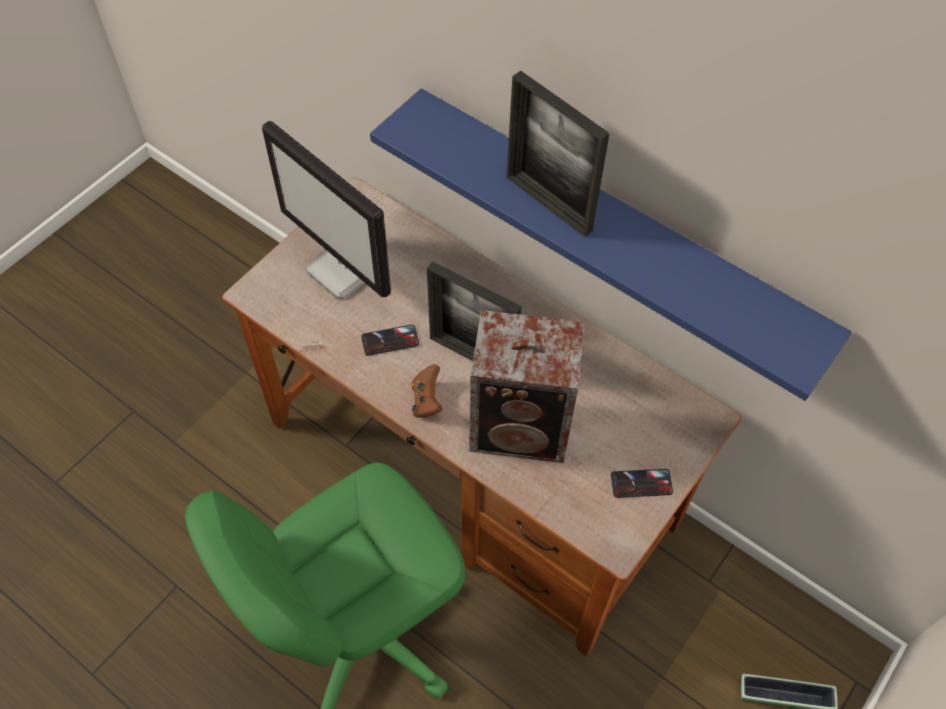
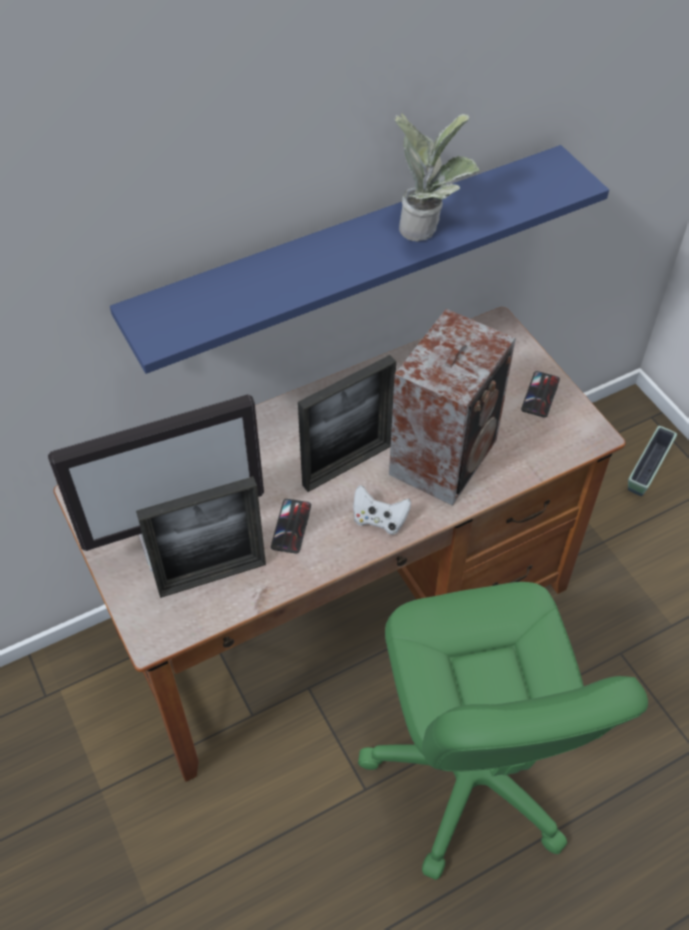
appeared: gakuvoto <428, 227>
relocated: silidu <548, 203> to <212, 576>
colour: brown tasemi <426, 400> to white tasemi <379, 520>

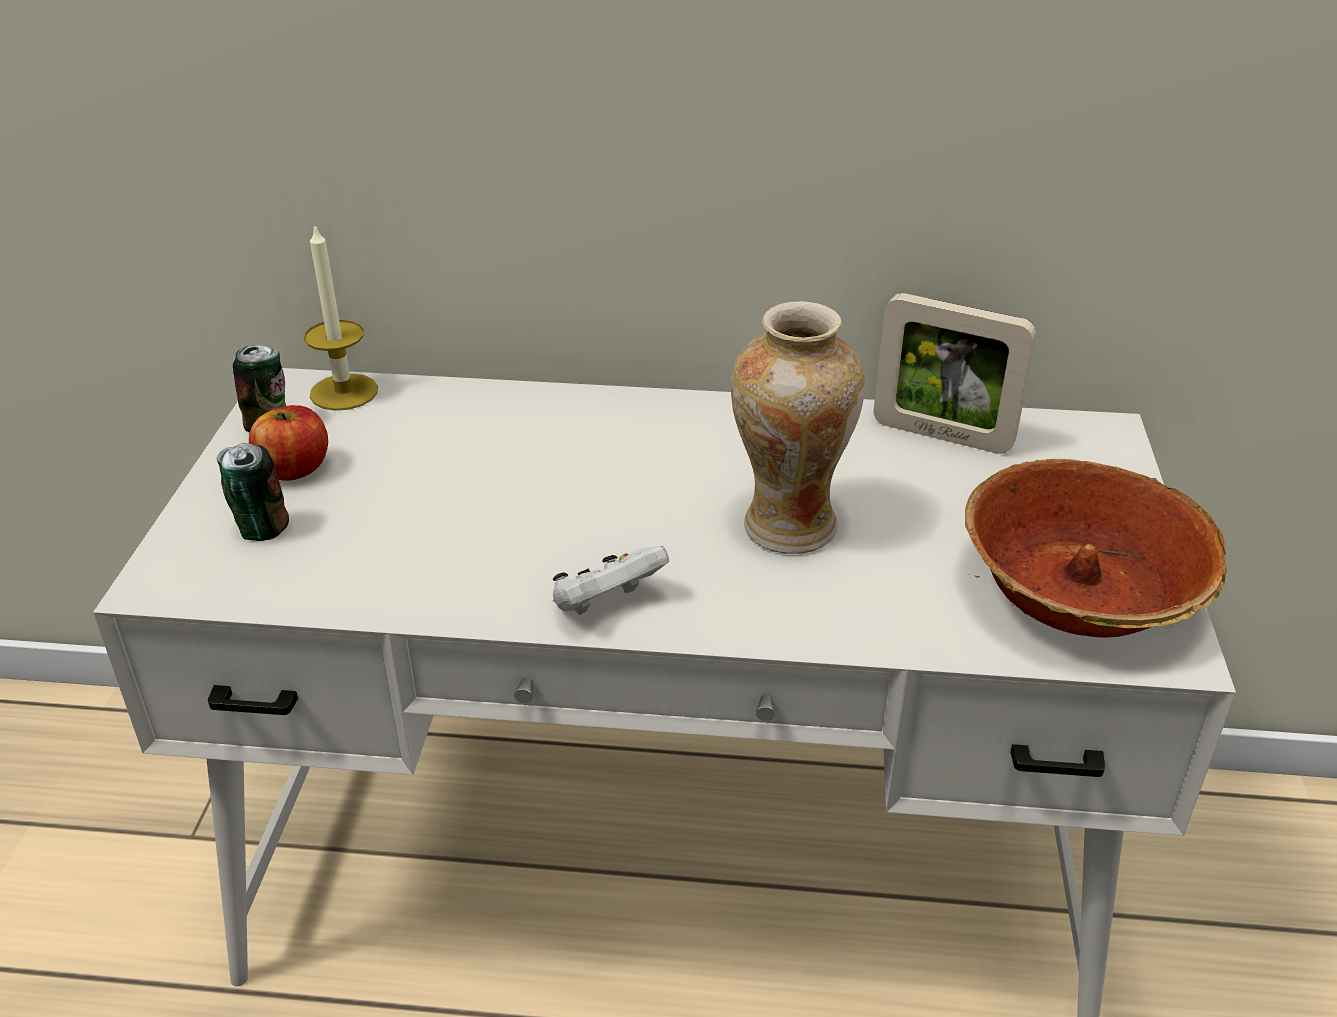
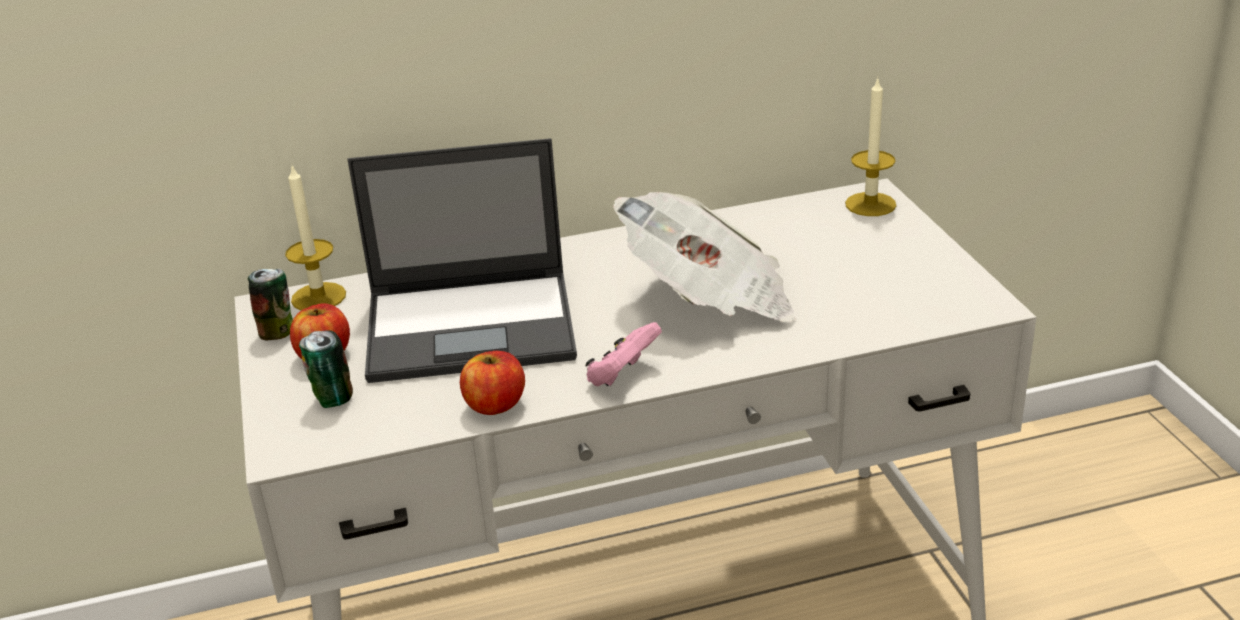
missing: silidu <942, 435>; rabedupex <1078, 592>
appeared: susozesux <870, 204>; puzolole <473, 326>; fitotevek <495, 405>
exchanged: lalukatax <788, 526> to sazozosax <710, 299>
colour: white tasemi <606, 604> to pink tasemi <622, 375>

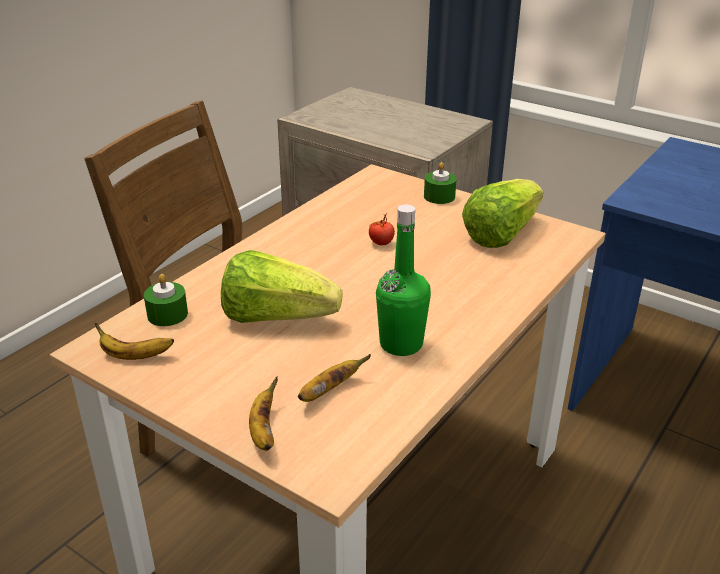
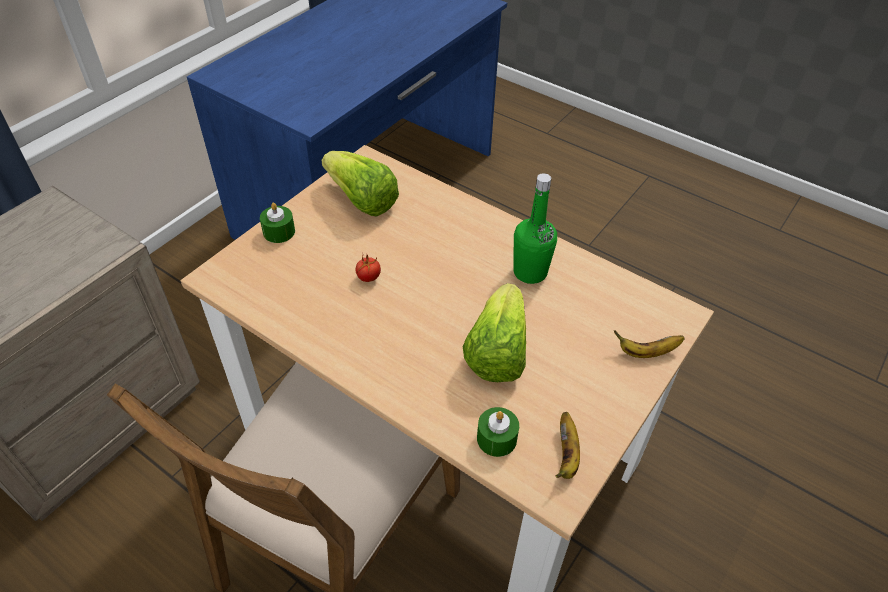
missing: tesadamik <329, 390>

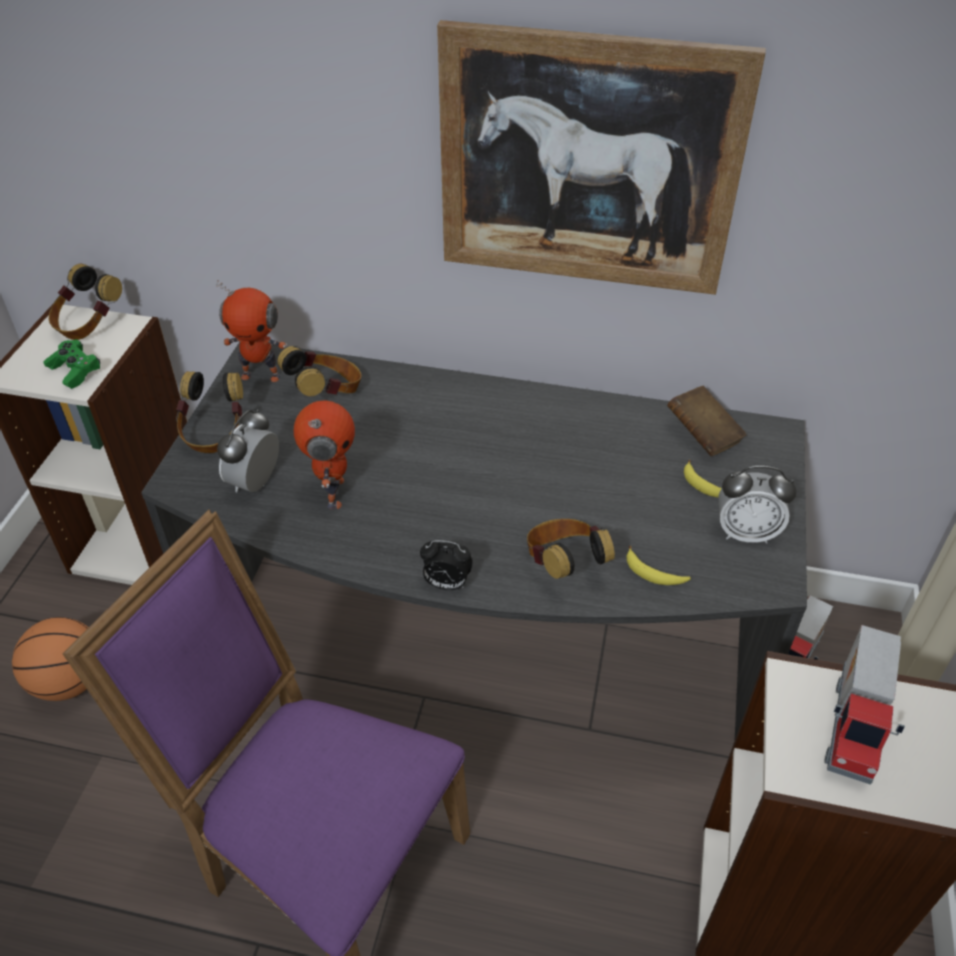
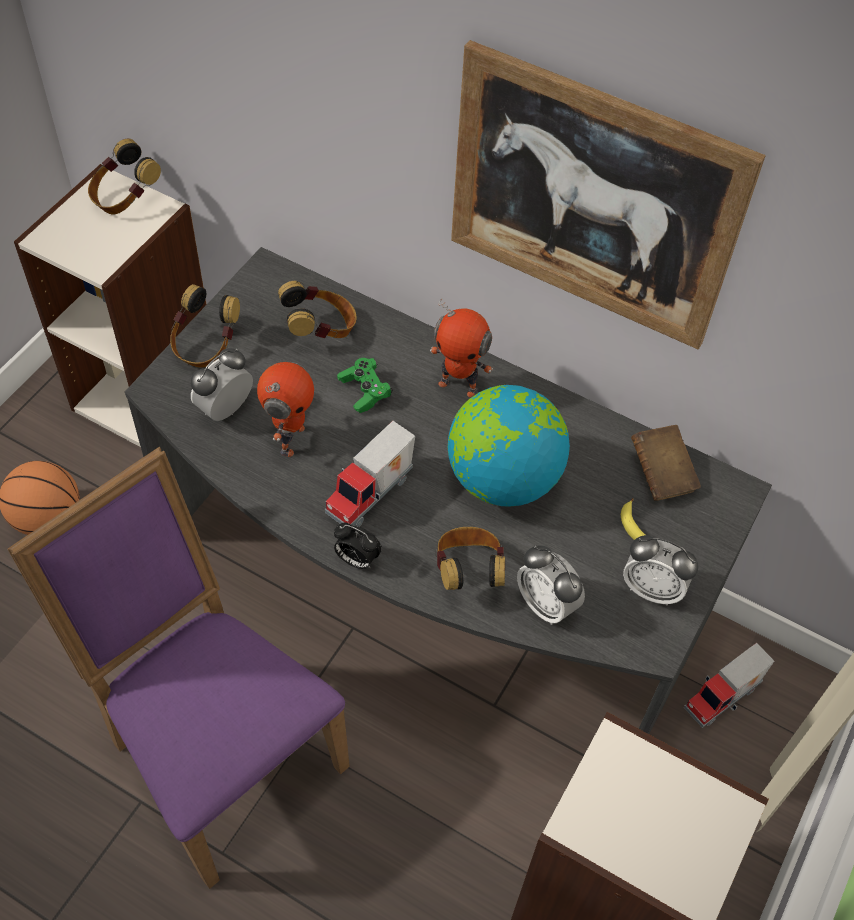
appeared: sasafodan <502, 479>
relocated: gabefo <261, 375> to <459, 385>; green tasemi <75, 371> to <365, 391>; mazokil <856, 728> to <372, 495>
exchanged: tesadamik <653, 573> to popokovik <546, 604>

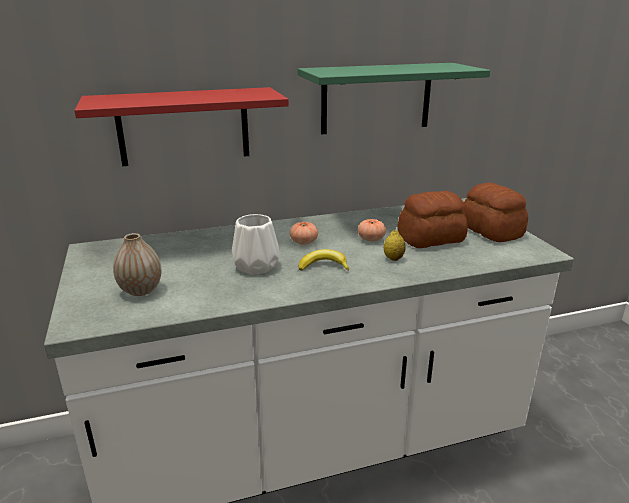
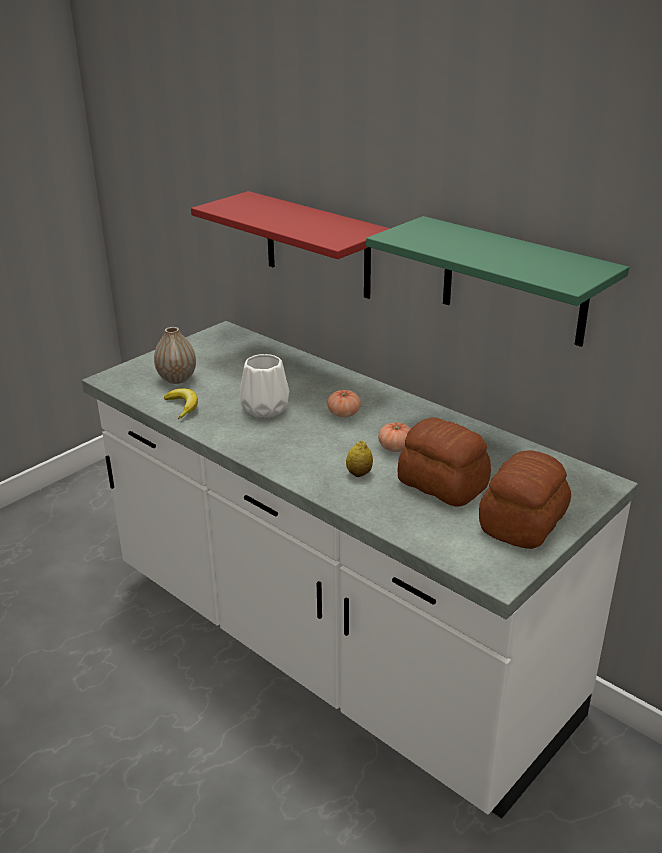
relocated: tesadamik <324, 266> to <183, 407>

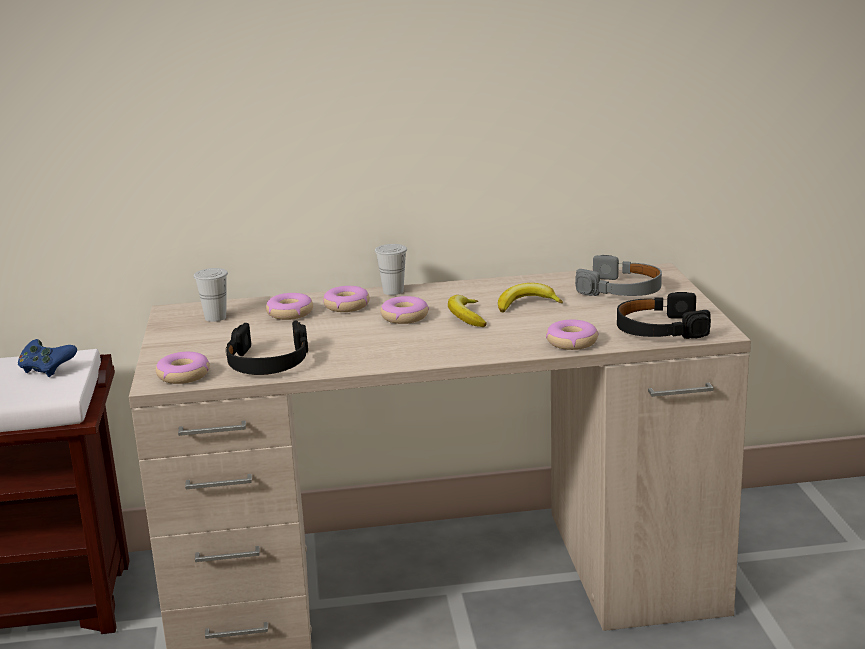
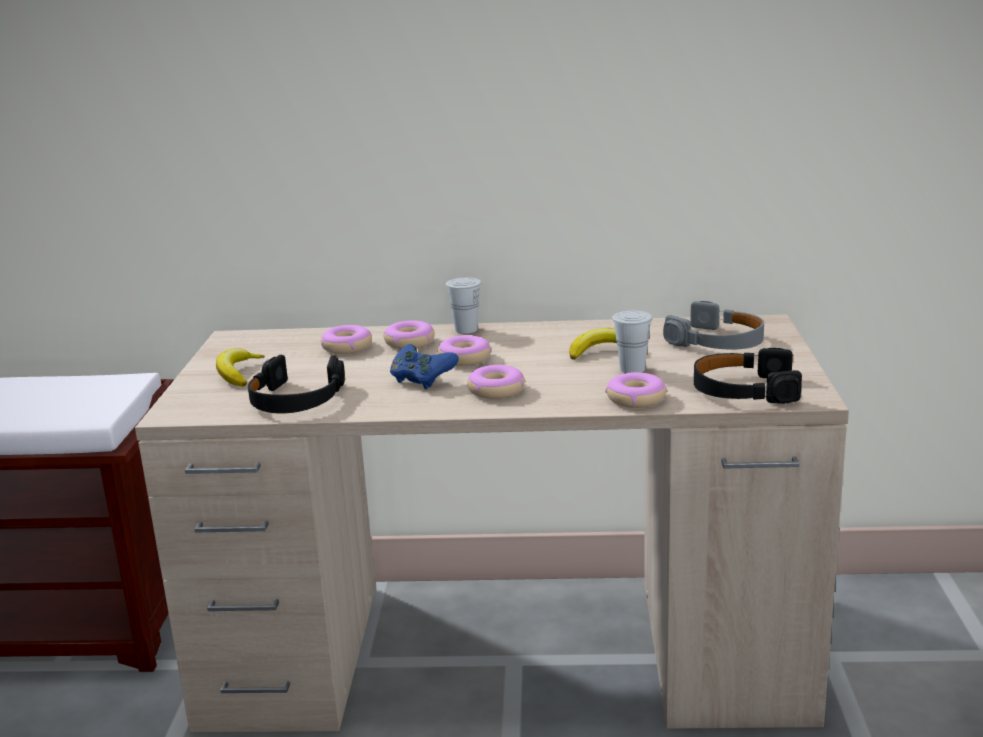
relocated: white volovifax <215, 317> to <632, 369>; tesadamik <466, 317> to <238, 374>; blue tasemi <46, 370> to <422, 380>; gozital <184, 375> to <496, 390>

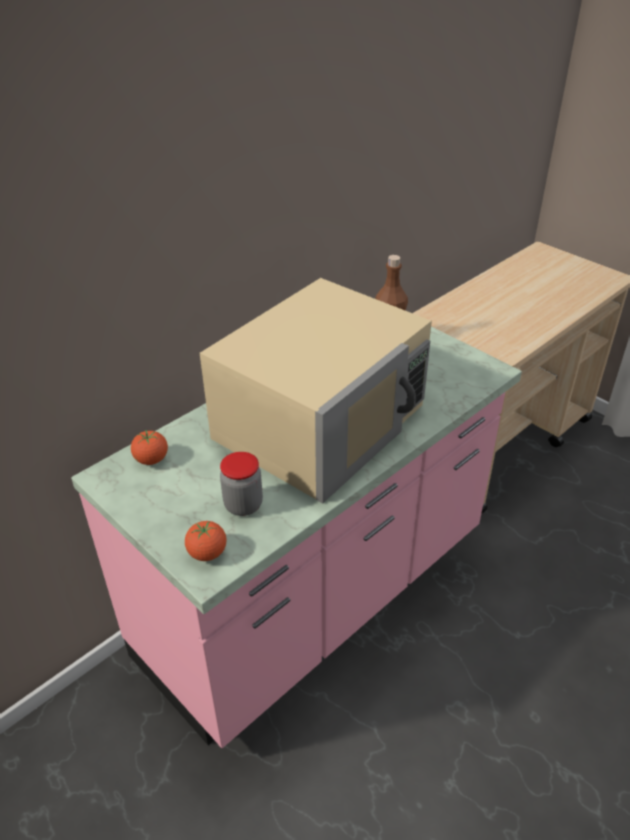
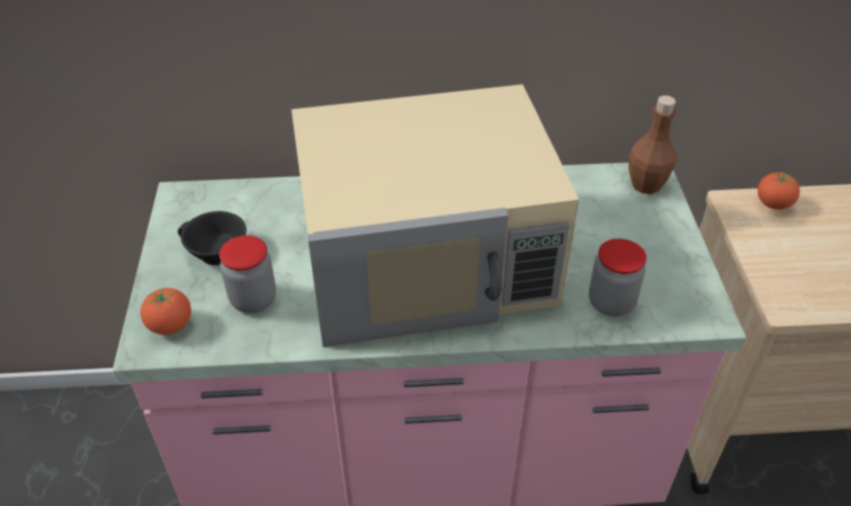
appeared: black volovifax <215, 253>; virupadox <611, 303>
relocated: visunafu <151, 460> to <773, 204>

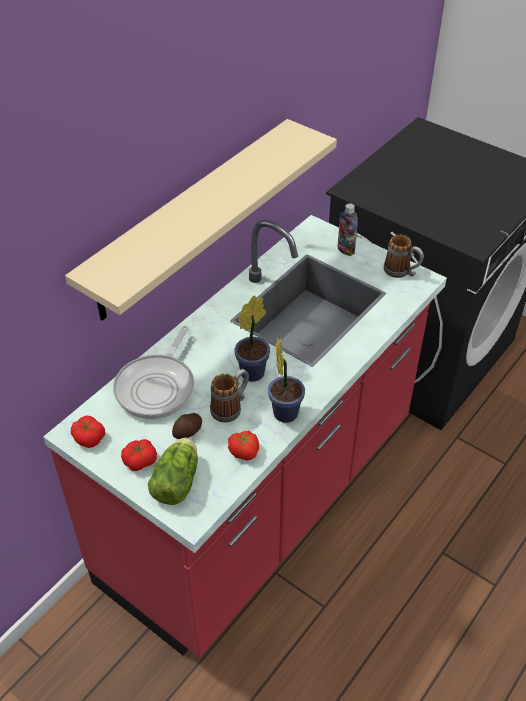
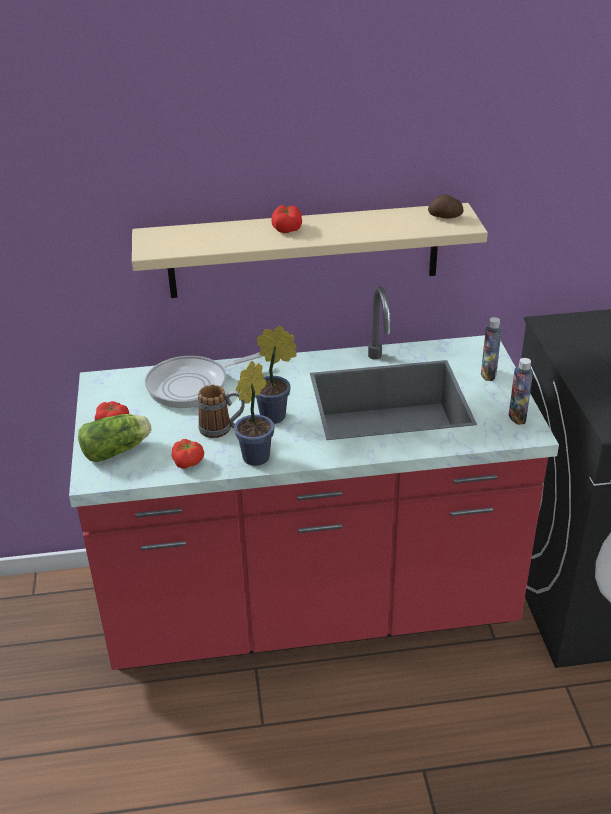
relocated: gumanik <188, 432> to <445, 217>; visunafu <89, 437> to <286, 228>
exchanged: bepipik <401, 272> to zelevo <517, 417>

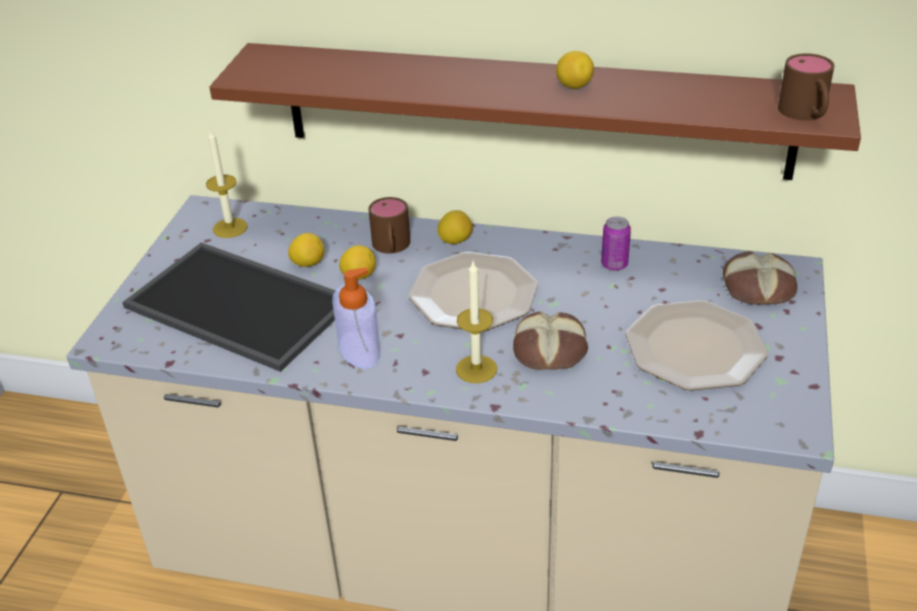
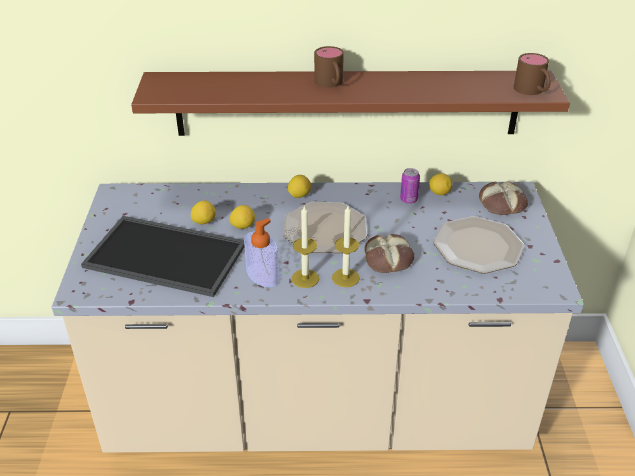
relocated: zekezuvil <574, 86> to <439, 193>; susozesux <230, 228> to <305, 278>; brown bepipik <391, 247> to <331, 84>

